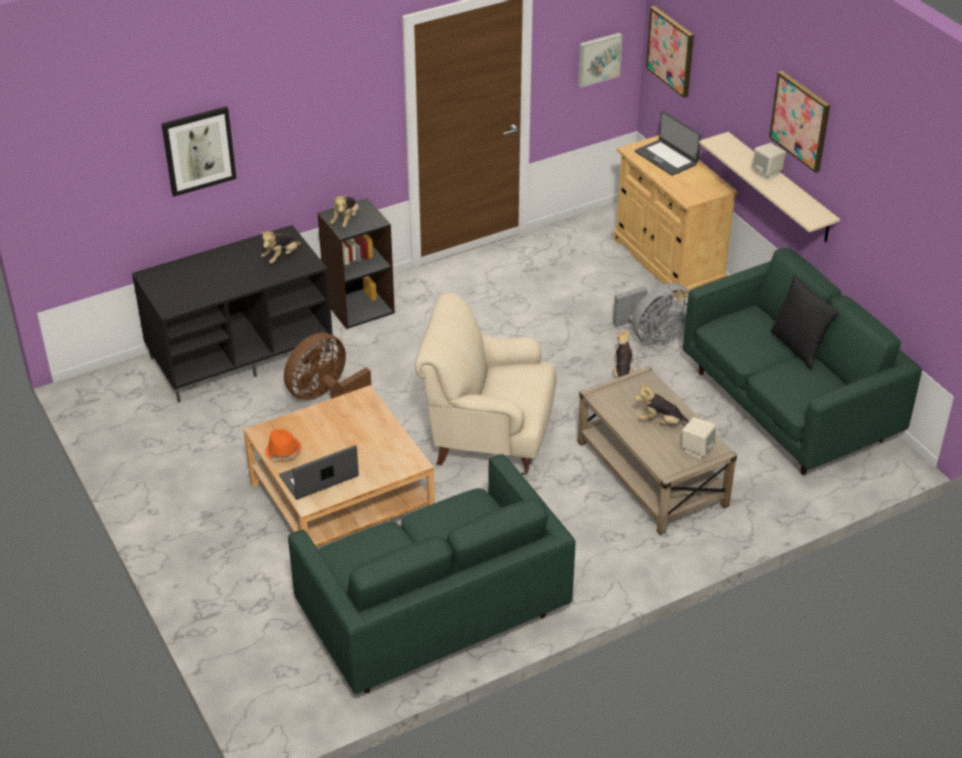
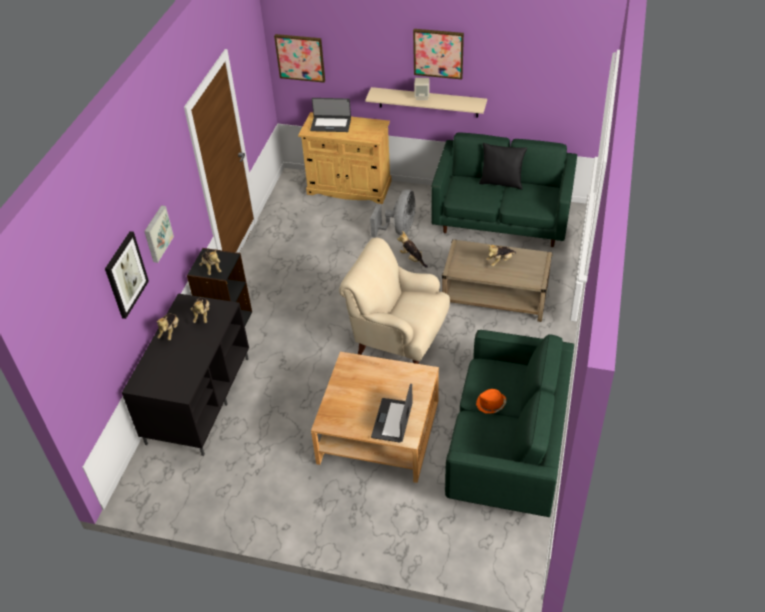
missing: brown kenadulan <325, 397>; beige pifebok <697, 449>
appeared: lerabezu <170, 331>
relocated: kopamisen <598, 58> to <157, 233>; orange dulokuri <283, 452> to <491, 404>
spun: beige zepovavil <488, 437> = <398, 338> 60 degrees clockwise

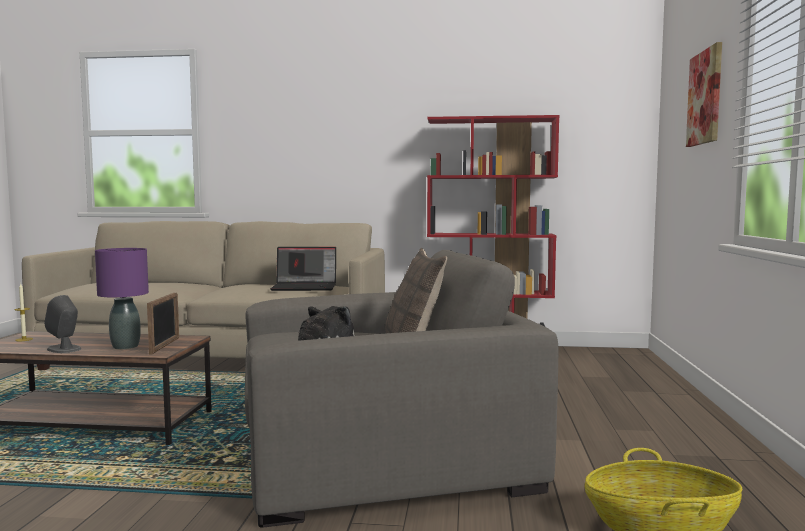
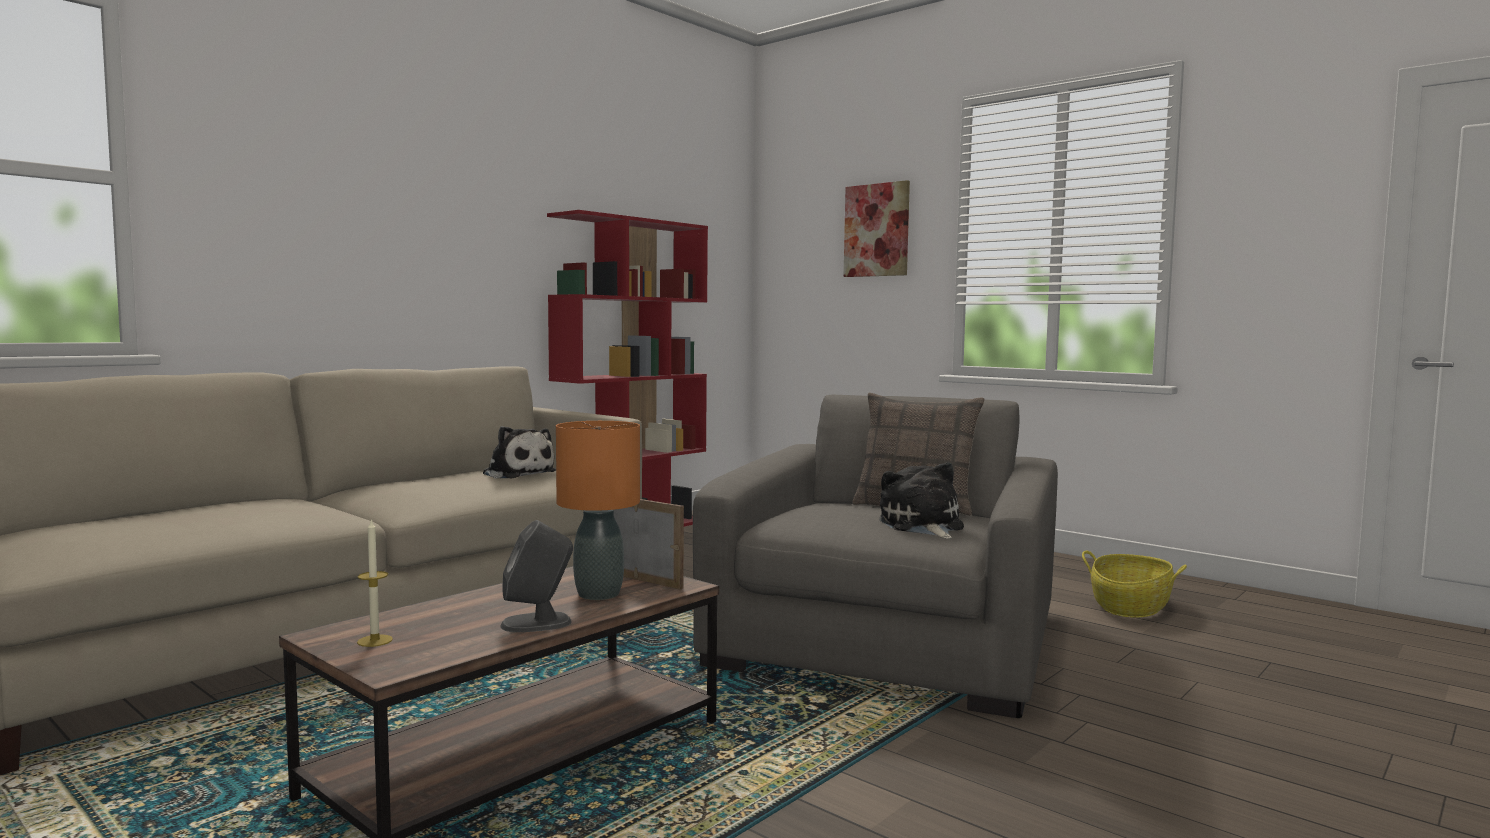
exchanged: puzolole <305, 287> to lerabezu <517, 473>
colour: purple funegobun <126, 346> to orange funegobun <599, 594>

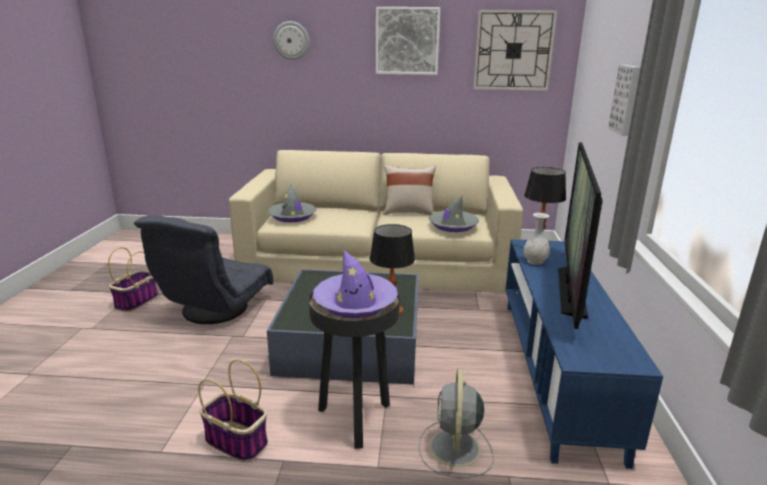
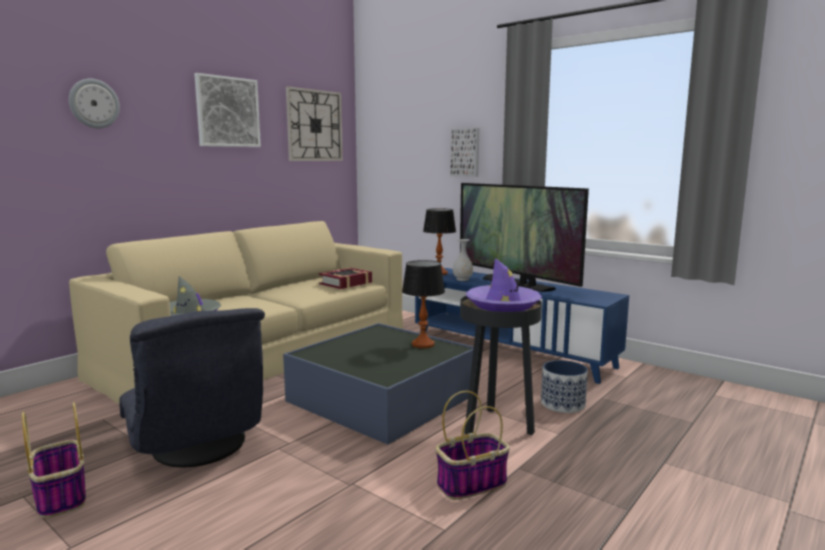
missing: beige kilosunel <408, 212>
exchanged: grey dulokuri <453, 225> to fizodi <346, 283>; grey kenadulan <455, 449> to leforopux <563, 404>

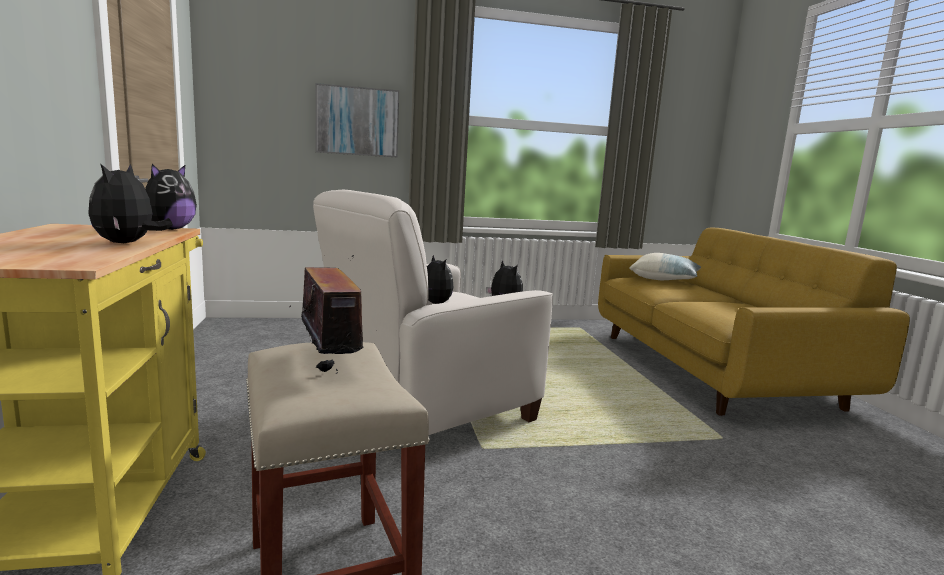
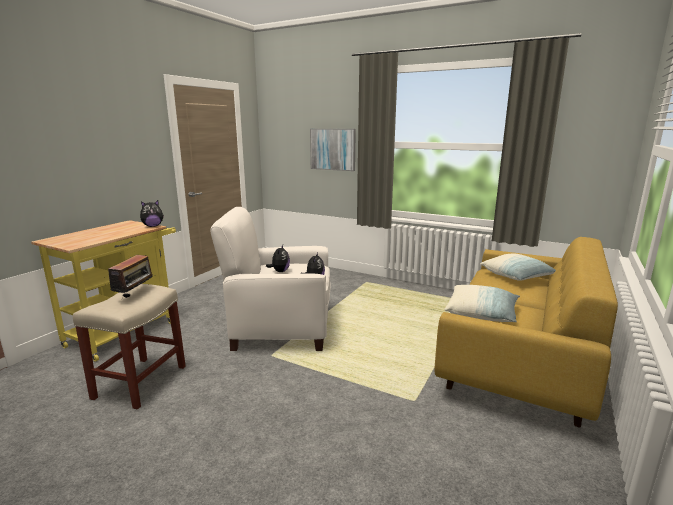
missing: lerabezu <128, 243>
appeared: kilosunel <481, 314>

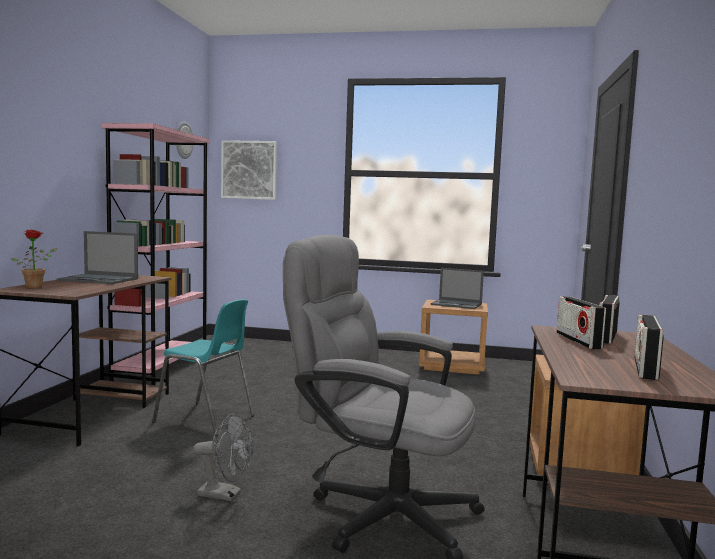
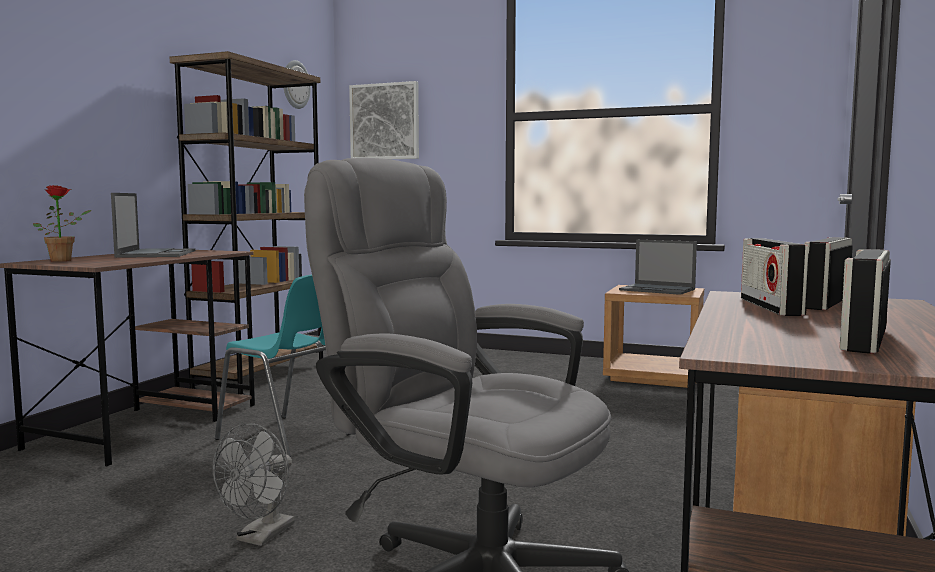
colour: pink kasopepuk <161, 369> to brown kasopepuk <261, 376>
spun: puzolole <99, 279> = <156, 254> 120 degrees counterclockwise; grey kenadulan <225, 495> = <260, 537> 90 degrees clockwise

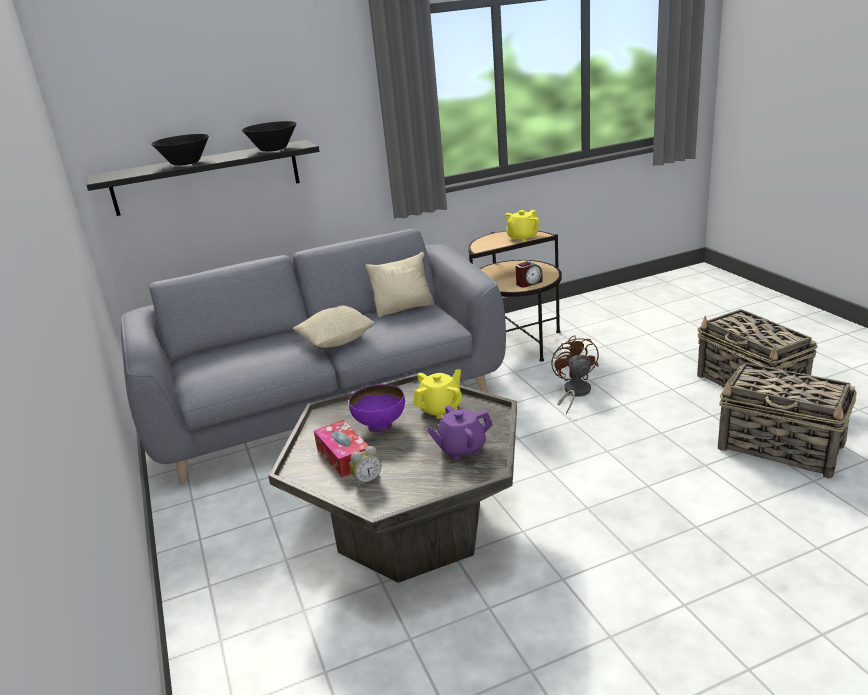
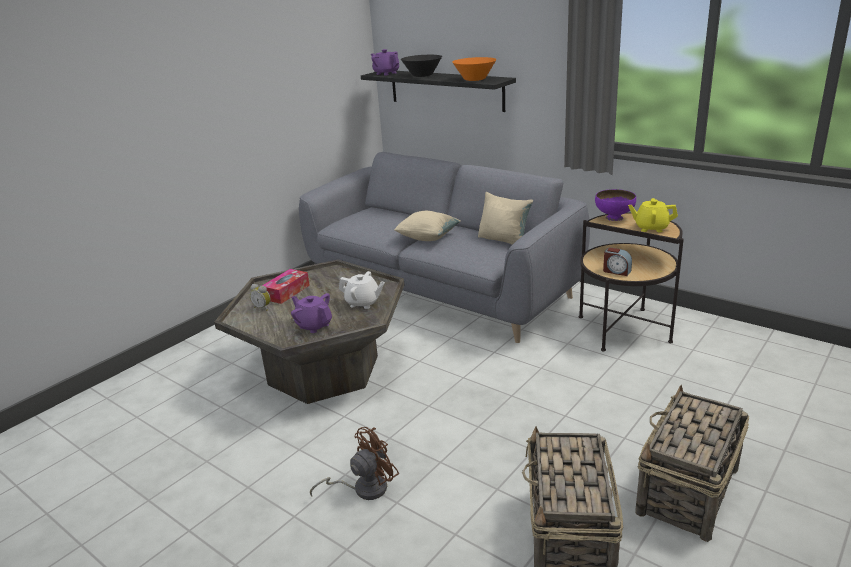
appeared: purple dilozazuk <386, 73>
relocated: brown kenadulan <574, 393> to <363, 488>; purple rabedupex <380, 427> to <614, 218>
colour: black rabedupex <273, 149> to orange rabedupex <475, 79>; yellow dilozazuk <440, 409> to white dilozazuk <363, 303>

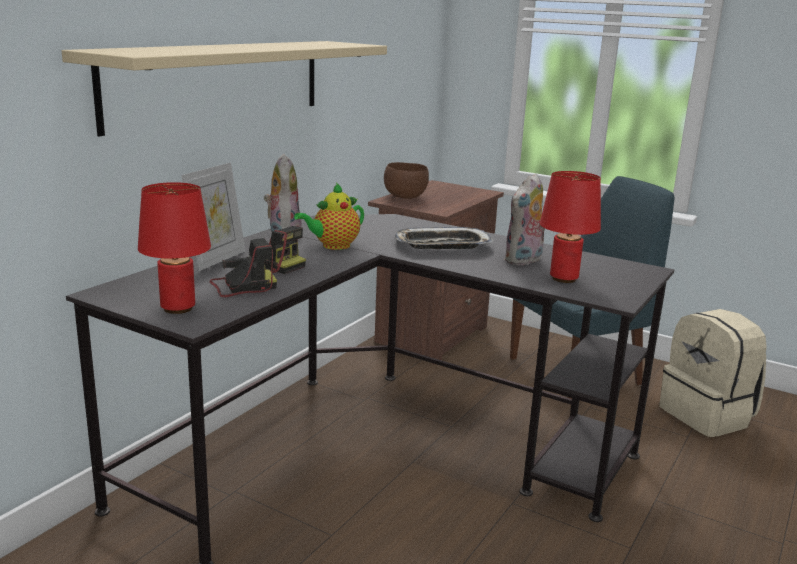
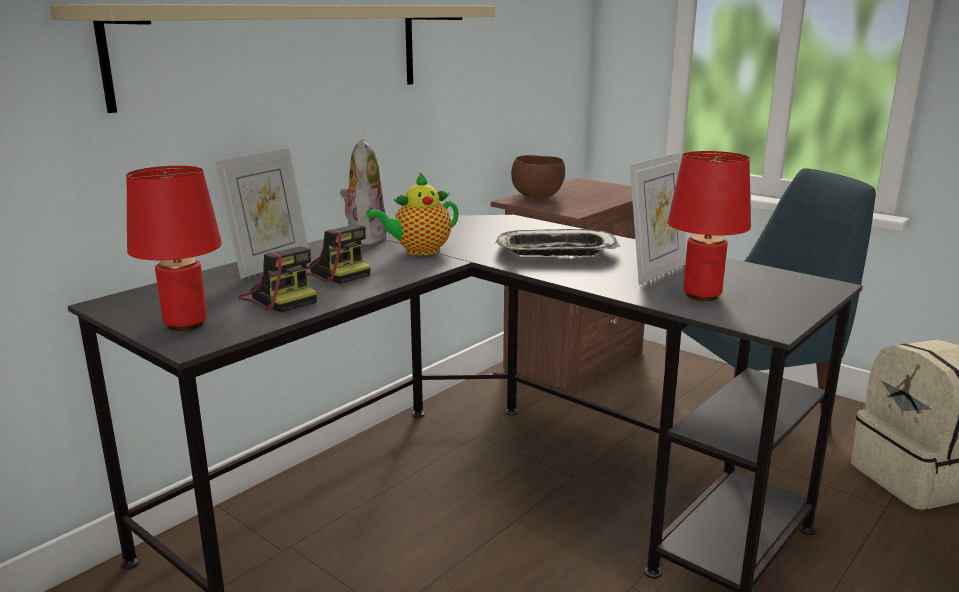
exchanged: lerabezu <524, 261> to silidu <655, 272>
spun: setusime <242, 287> = <279, 299> 60 degrees clockwise

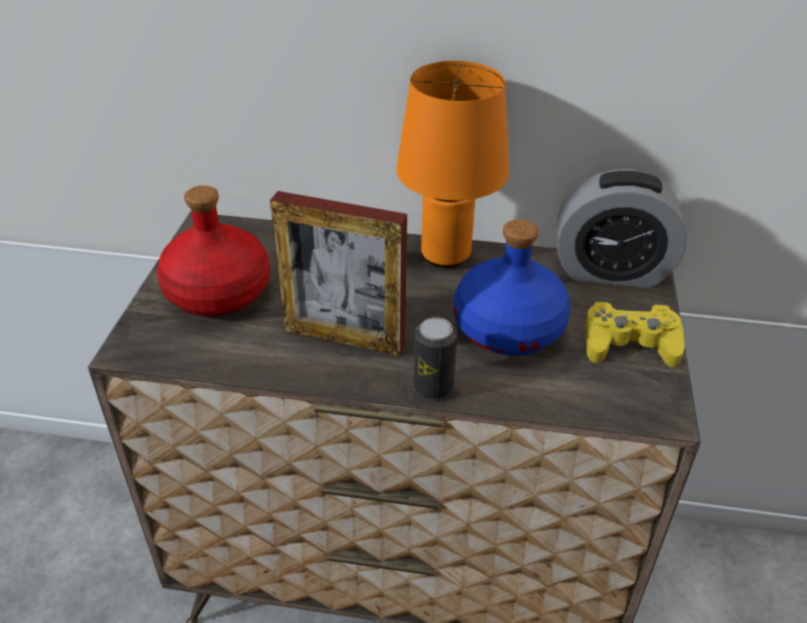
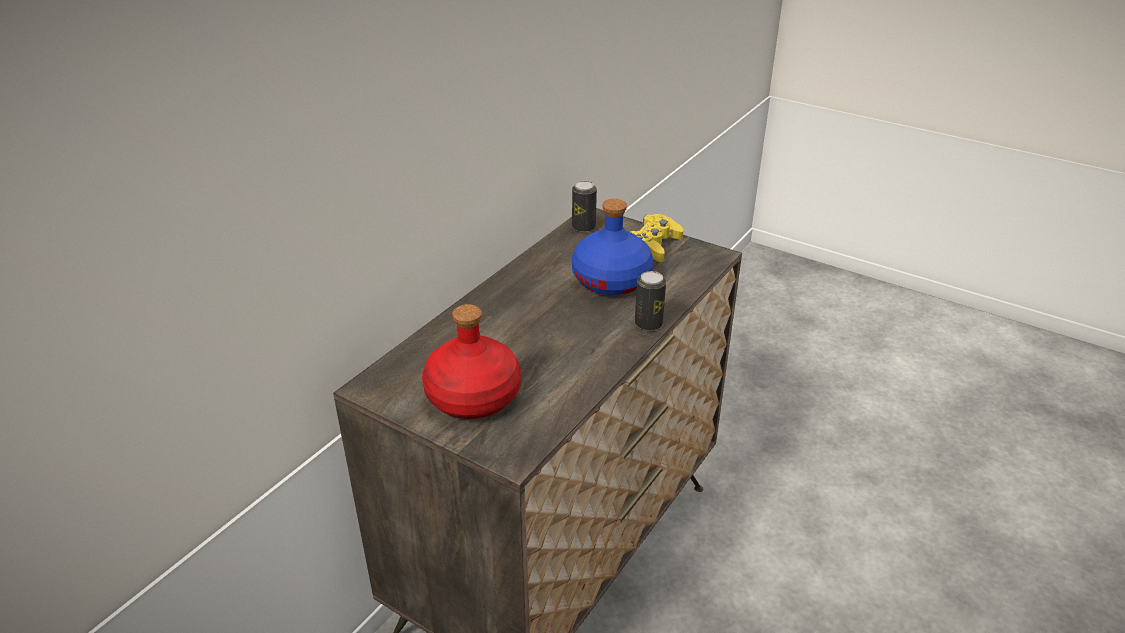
missing: orange funegobun <446, 254>; silidu <344, 338>
exchanged: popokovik <611, 271> to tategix <583, 227>

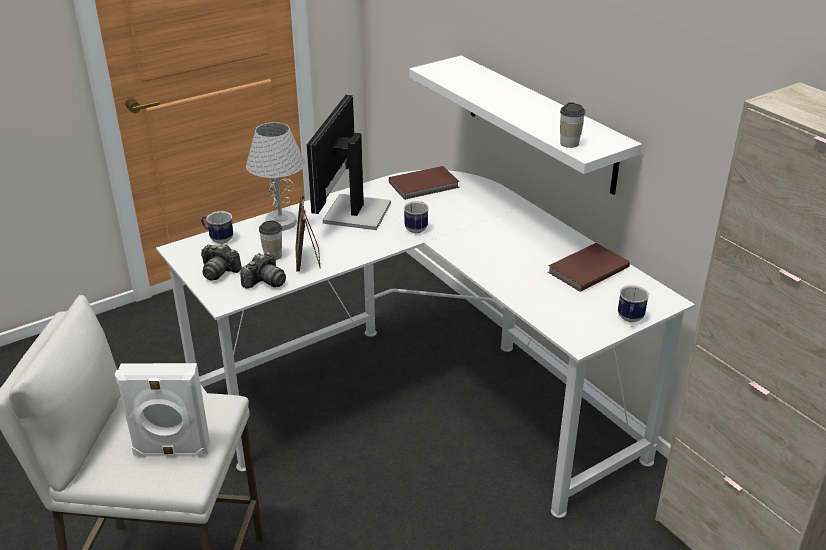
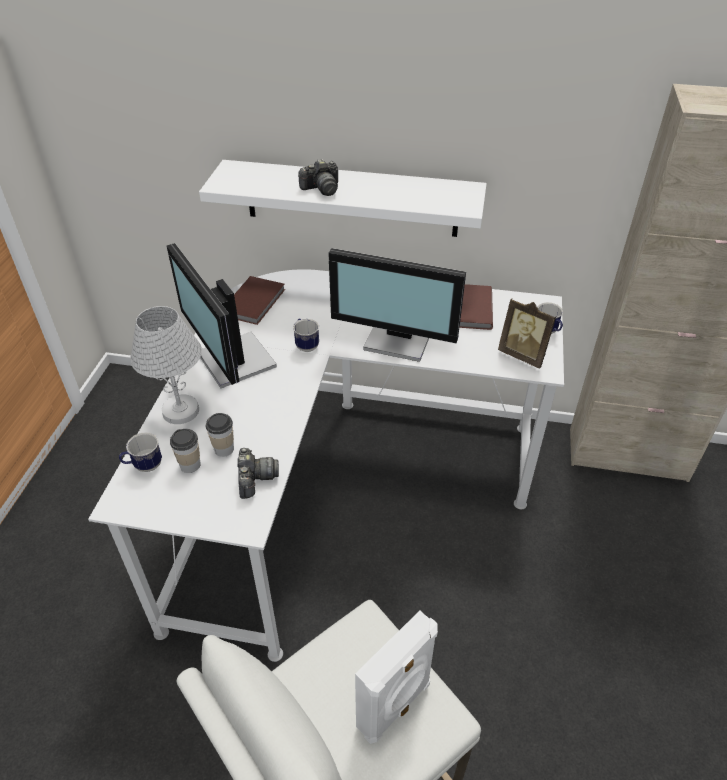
appeared: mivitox <399, 340>
relocated: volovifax <569, 143> to <190, 465>; silidu <308, 260> to <523, 355>; setusime <219, 271> to <321, 189>

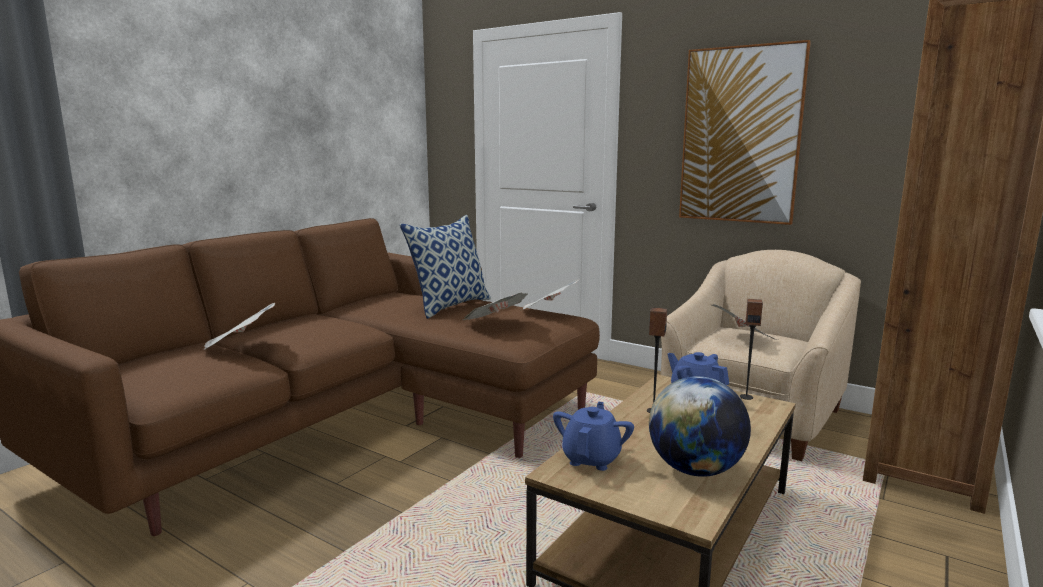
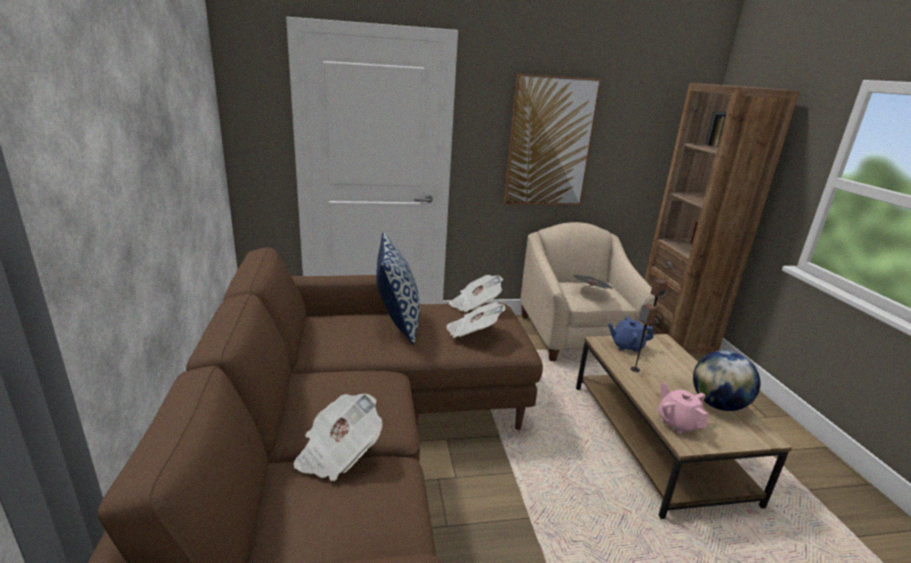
colour: blue dilozazuk <592, 458> to pink dilozazuk <677, 423>

